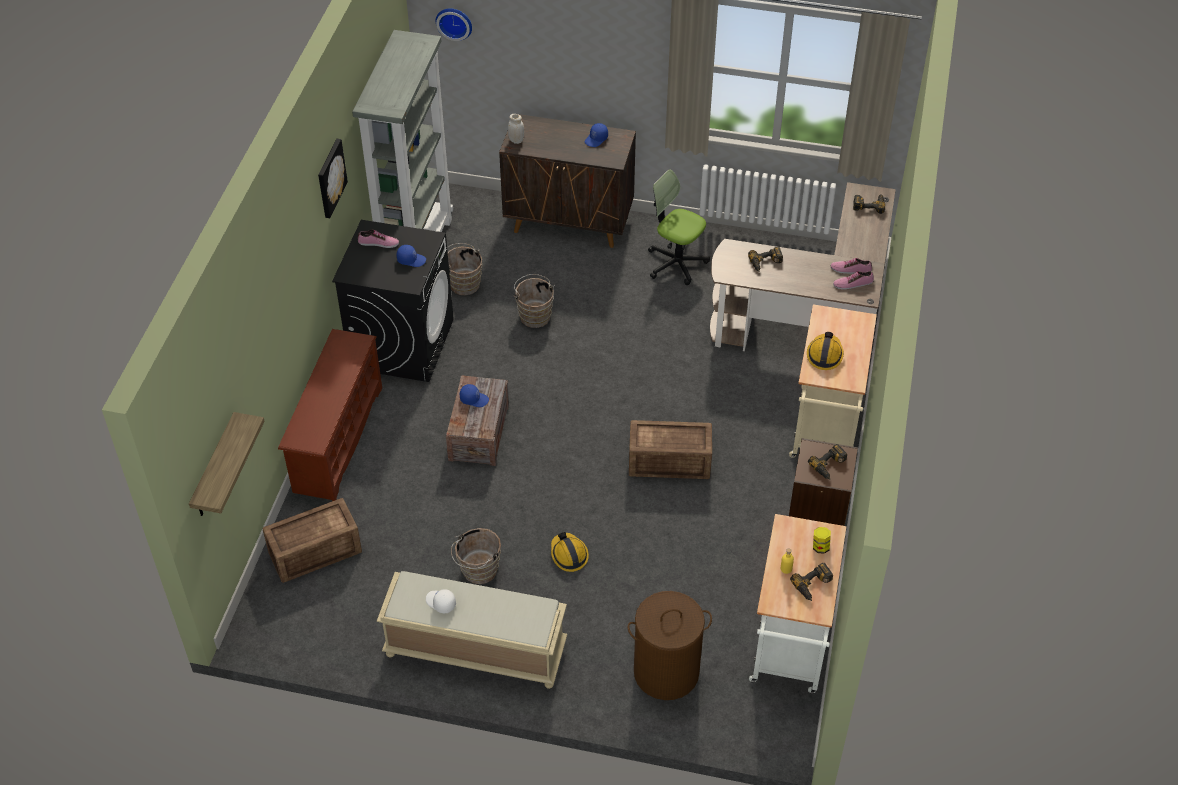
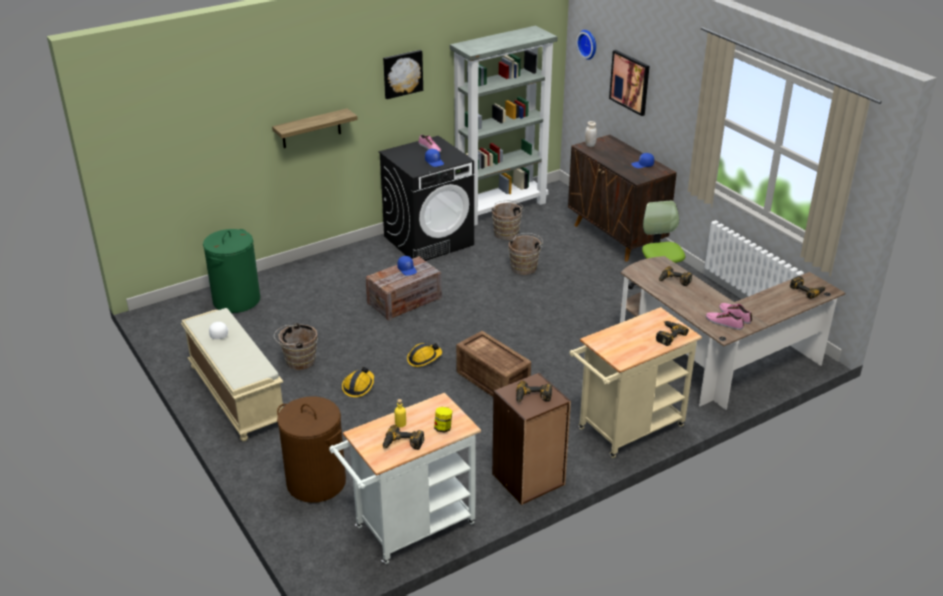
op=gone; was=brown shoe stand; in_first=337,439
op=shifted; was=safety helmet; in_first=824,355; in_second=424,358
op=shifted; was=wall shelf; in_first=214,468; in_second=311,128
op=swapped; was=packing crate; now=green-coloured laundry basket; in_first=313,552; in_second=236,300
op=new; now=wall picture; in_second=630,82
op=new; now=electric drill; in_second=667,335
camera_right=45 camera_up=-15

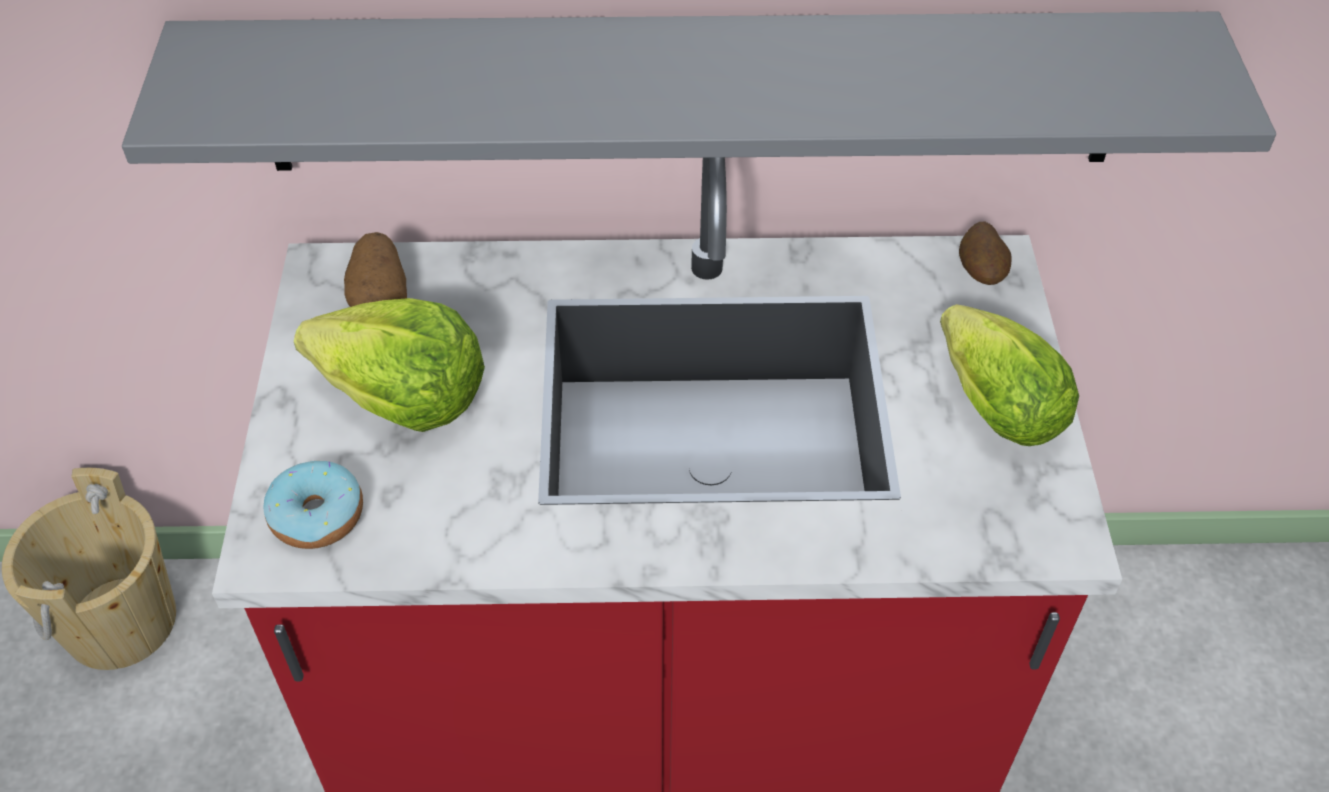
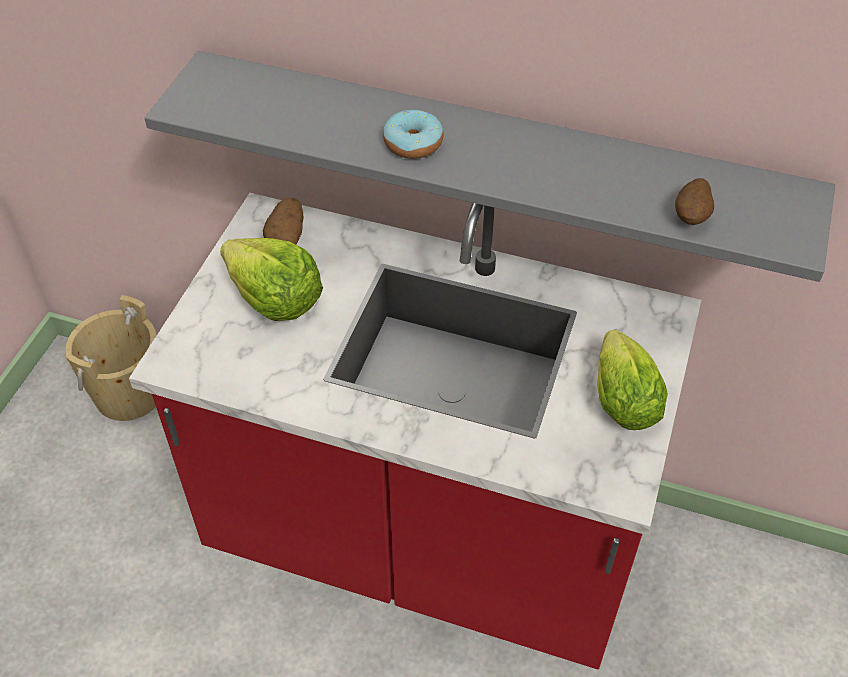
op=shifted; was=spud; in_first=981,273; in_second=691,217
op=shifted; was=doughnut; in_first=317,515; in_second=413,143
camera_right=20 camera_up=0

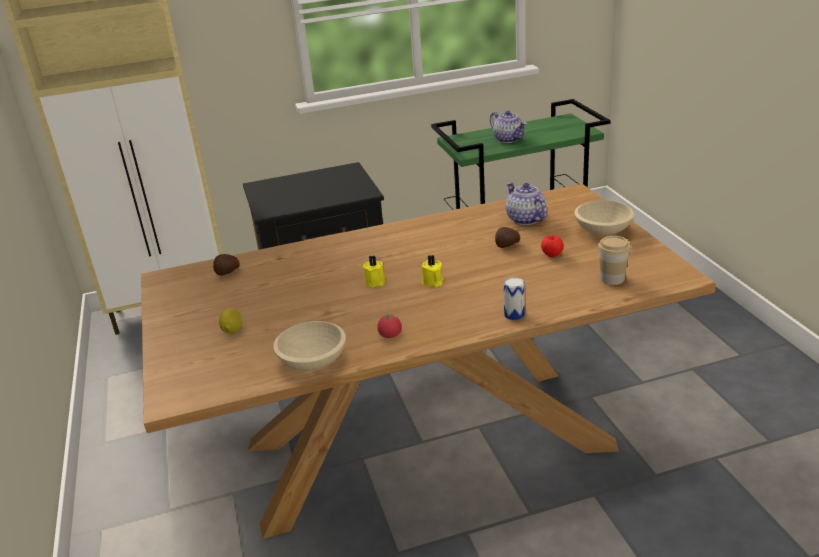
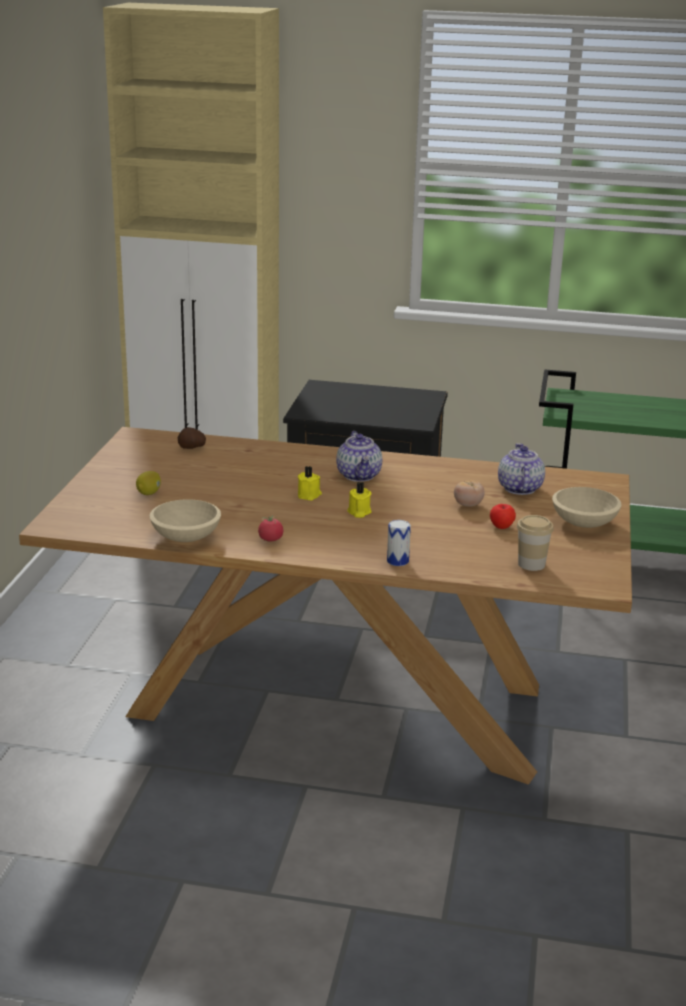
op=shifted; was=tea pot; in_first=508,139; in_second=359,475
op=swapped; was=spud; now=fresh tomato; in_first=506,246; in_second=468,505
camera_right=25 camera_up=-5

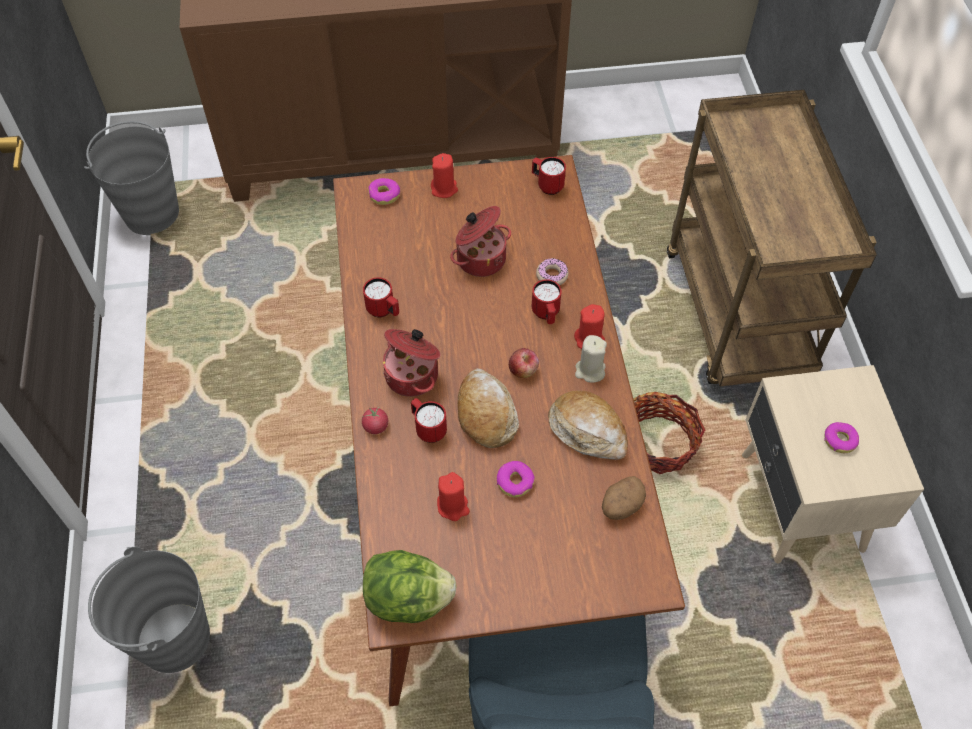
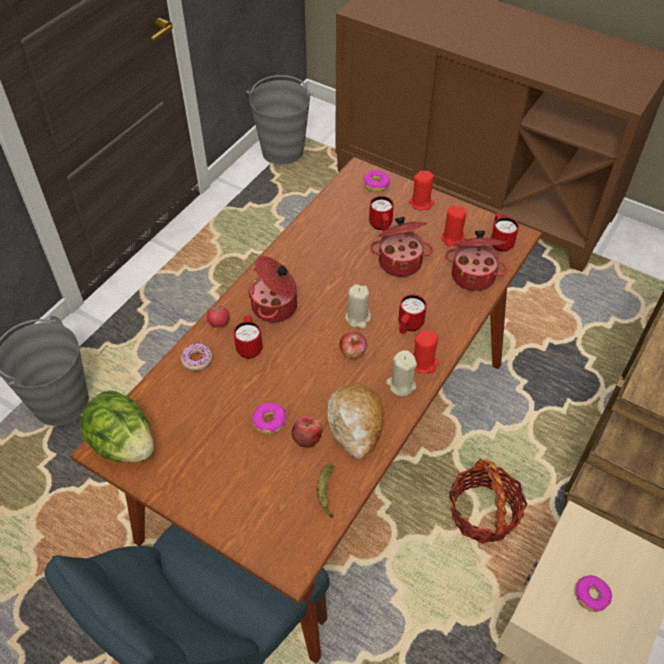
op=shifted; was=doughnut; in_first=552,275; in_second=197,359
op=shifted; was=red coffee mug; in_first=384,311; in_second=381,226
op=gone; was=baked bread; in_first=486,414
op=shifted; was=red wax candle; in_first=453,506; in_second=453,238
op=swapped; was=spud; now=banana; in_first=621,506; in_second=326,493
op=new; now=cooking pot; in_second=473,275
op=new; now=beige wax candle; in_second=358,318
op=new; now=apple; in_second=307,438
camera_right=40 camera_up=-5

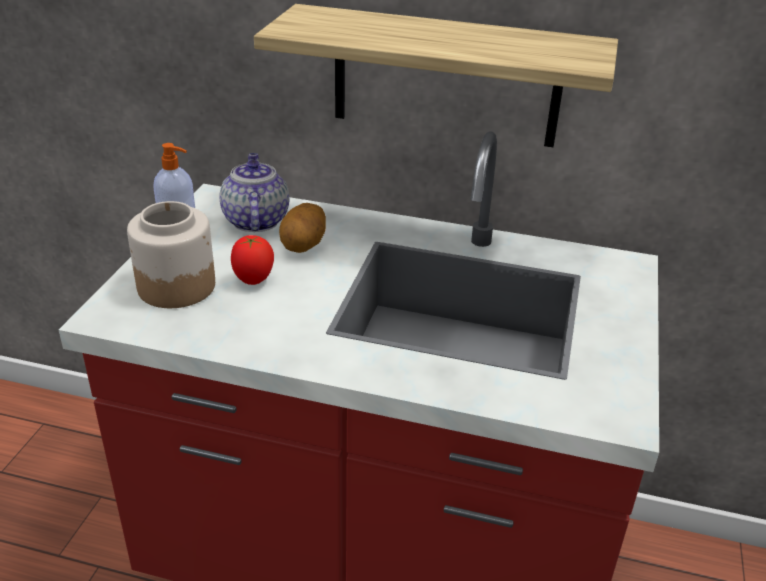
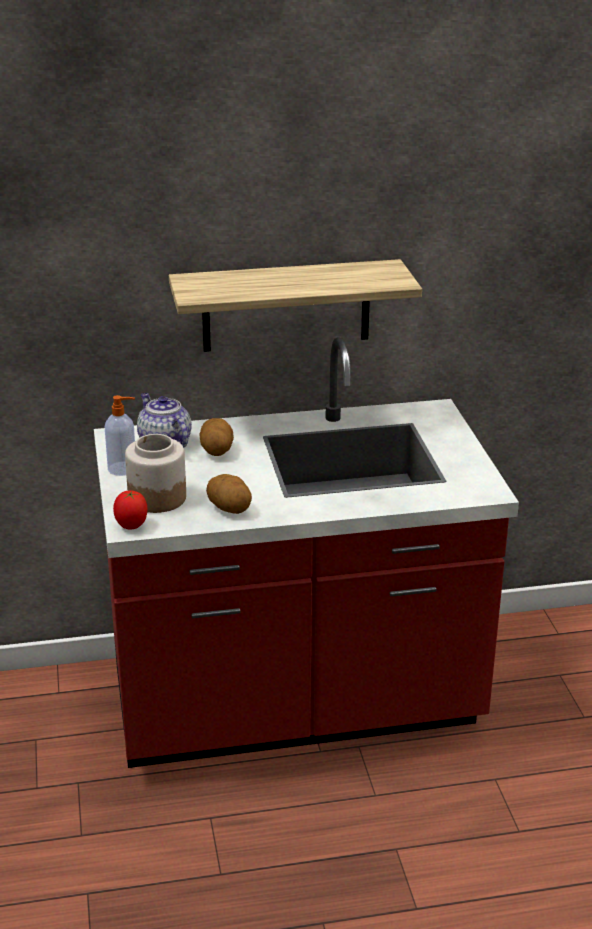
op=shifted; was=fresh tomato; in_first=253,280; in_second=131,526
op=new; now=spud; in_second=230,509
camera_right=-25 camera_up=-5

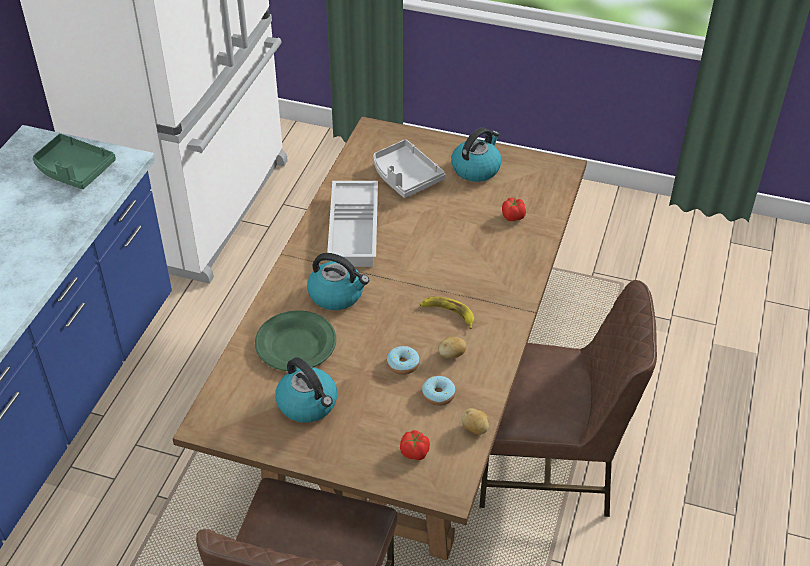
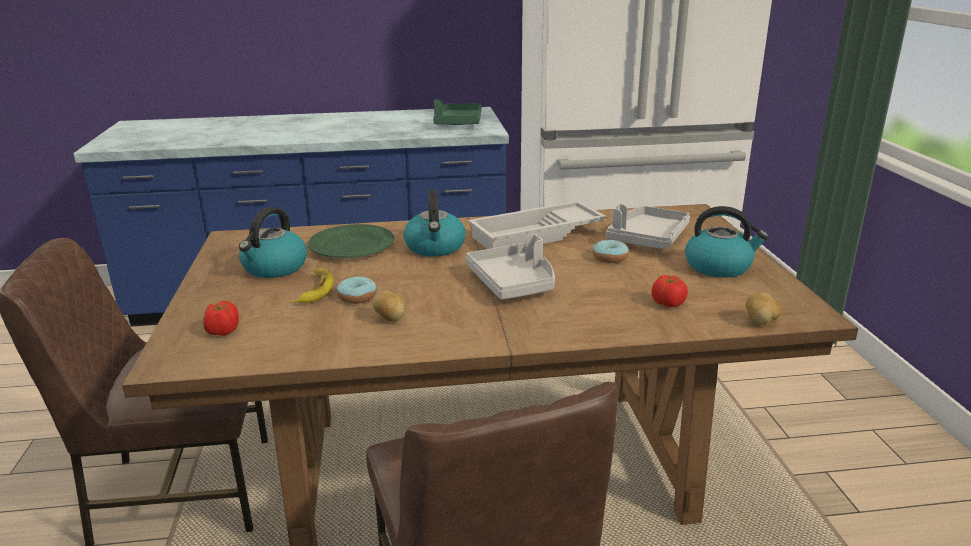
op=shifted; was=banana; in_first=448,313; in_second=315,290
op=shifted; was=doughnut; in_first=438,395; in_second=610,258
op=shifted; was=spud; in_first=475,429; in_second=760,322
op=new; now=gray tray; in_second=514,283
camera_right=65 camera_up=-20

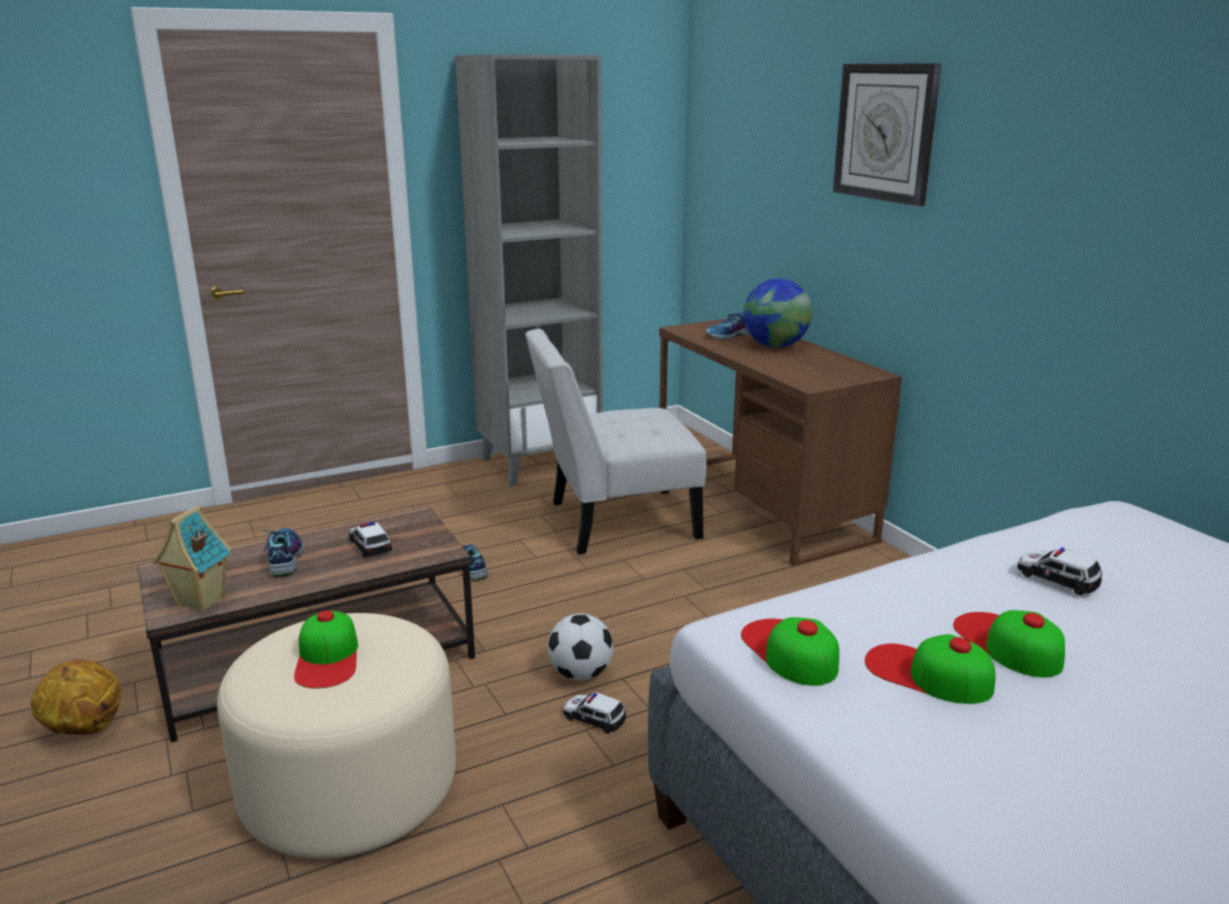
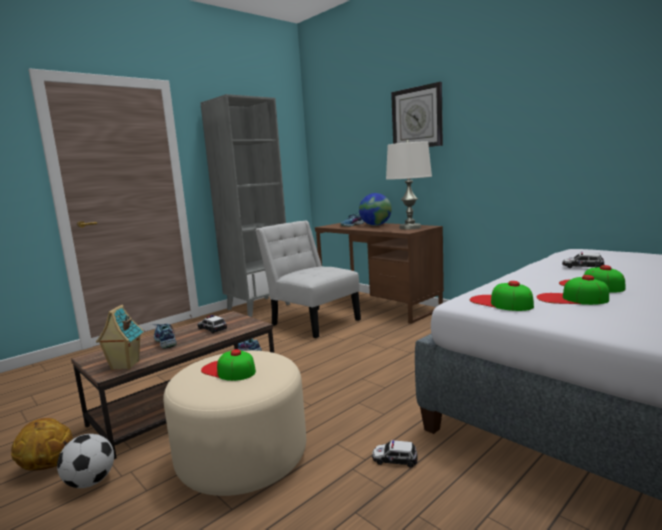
op=rotated; was=whitish plain chair; in_first=614,521; in_second=312,321; clockwise=75
op=rotated; was=cap; in_first=328,657; in_second=228,370; clockwise=150
op=shifted; was=ball for football; in_first=581,674; in_second=90,482
op=shifted; was=model car; in_first=593,718; in_second=394,459
op=new; now=whitish table lamp; in_second=410,227
camera_right=-15 camera_up=-10

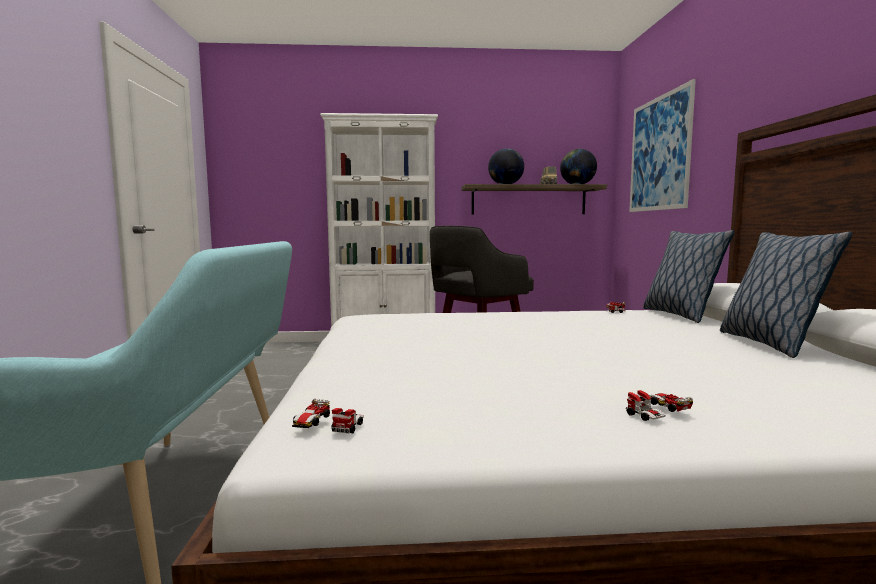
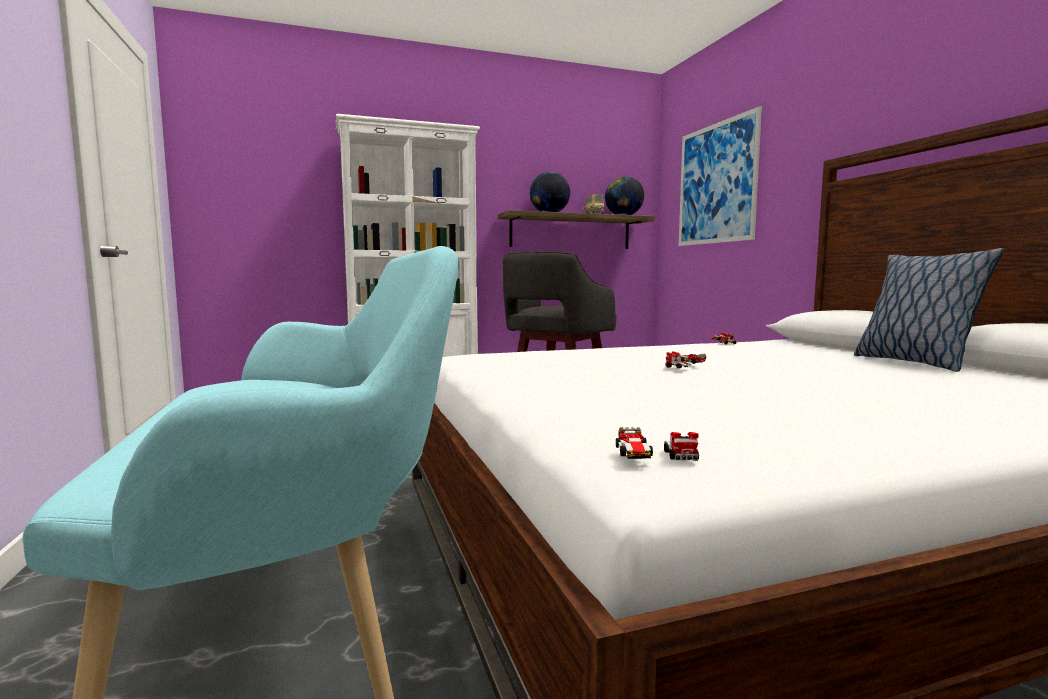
op=gone; was=pillow; in_first=679,315
op=shifted; was=model car; in_first=656,413; in_second=683,366
camera_right=-15 camera_up=0

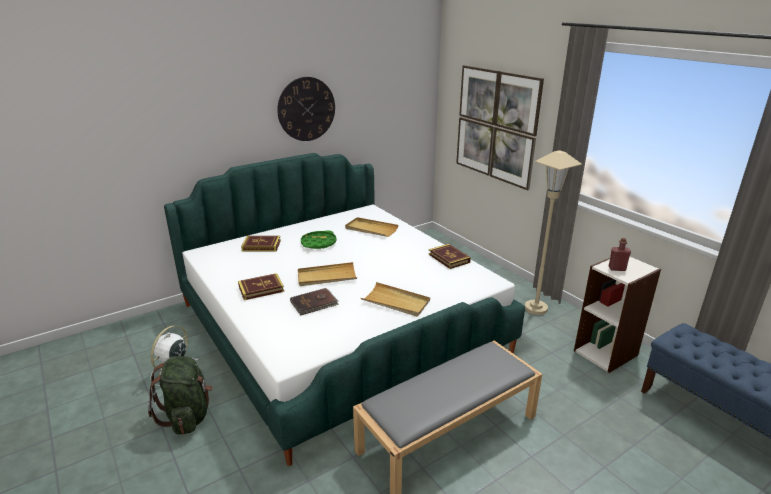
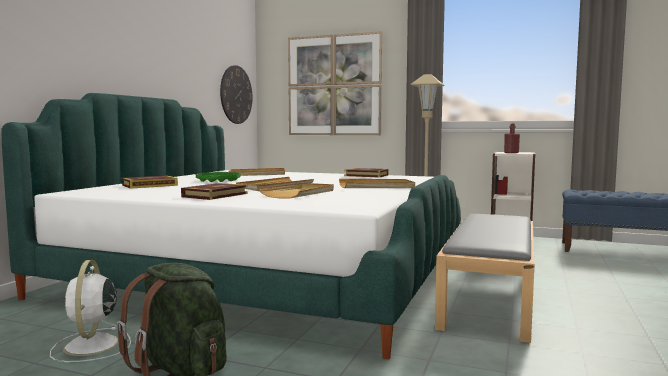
op=shifted; was=clock on the wall; in_first=306,109; in_second=236,94
op=swapped; was=brown book; now=beige tray; in_first=314,303; in_second=299,193
camera_right=-35 camera_up=-20

